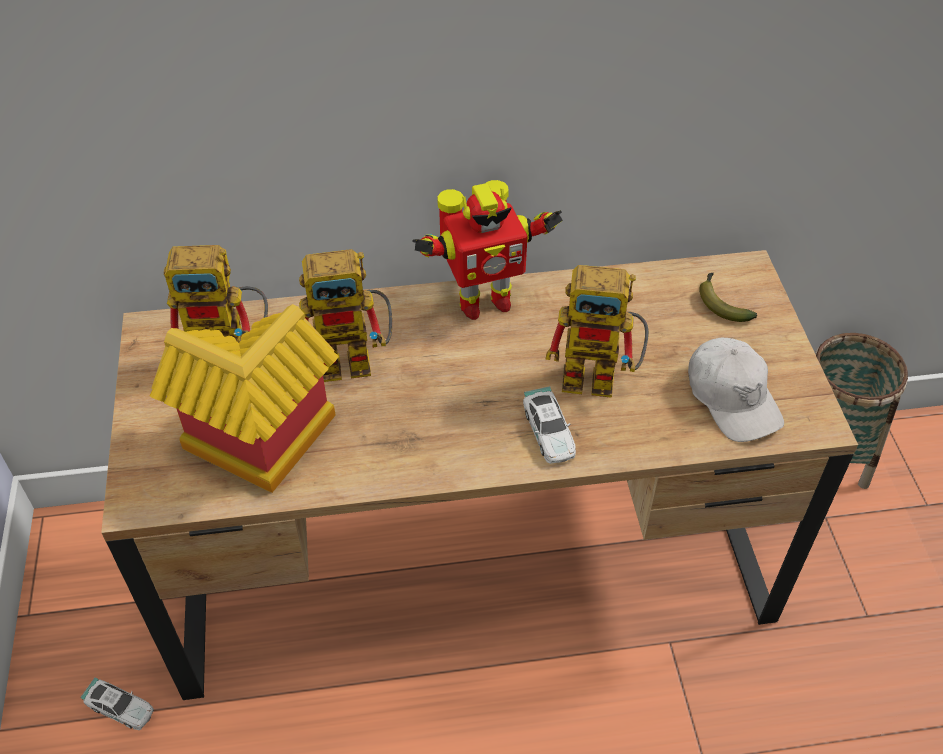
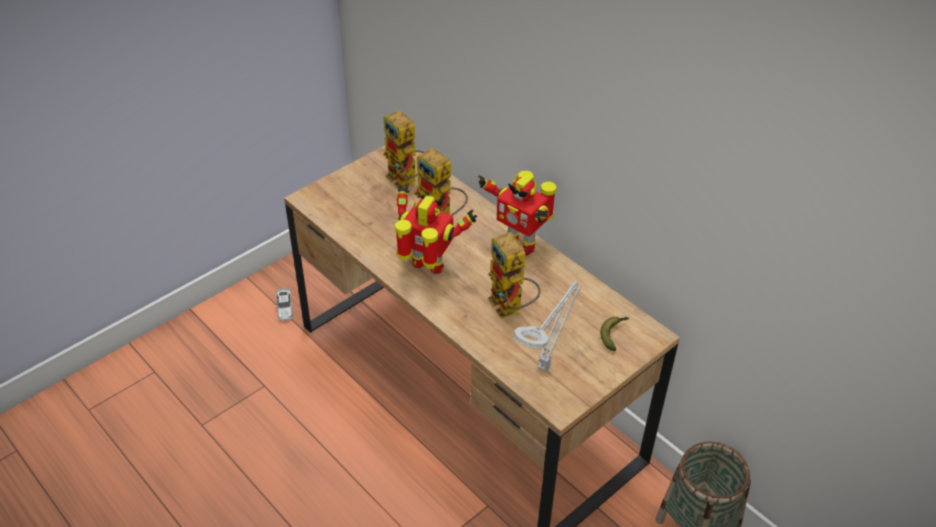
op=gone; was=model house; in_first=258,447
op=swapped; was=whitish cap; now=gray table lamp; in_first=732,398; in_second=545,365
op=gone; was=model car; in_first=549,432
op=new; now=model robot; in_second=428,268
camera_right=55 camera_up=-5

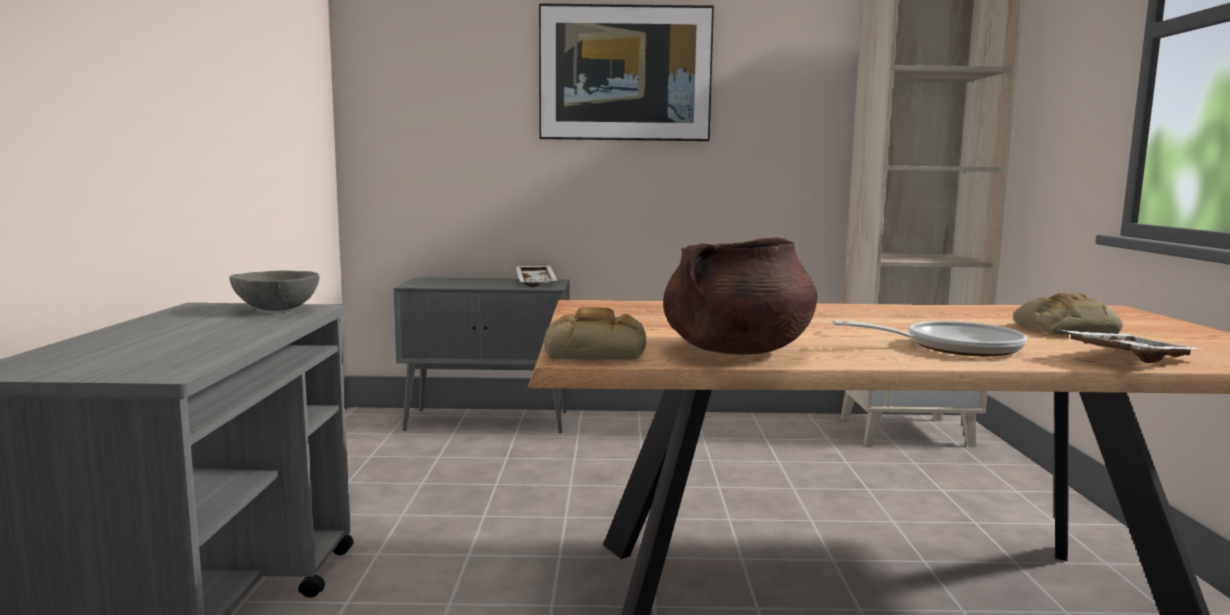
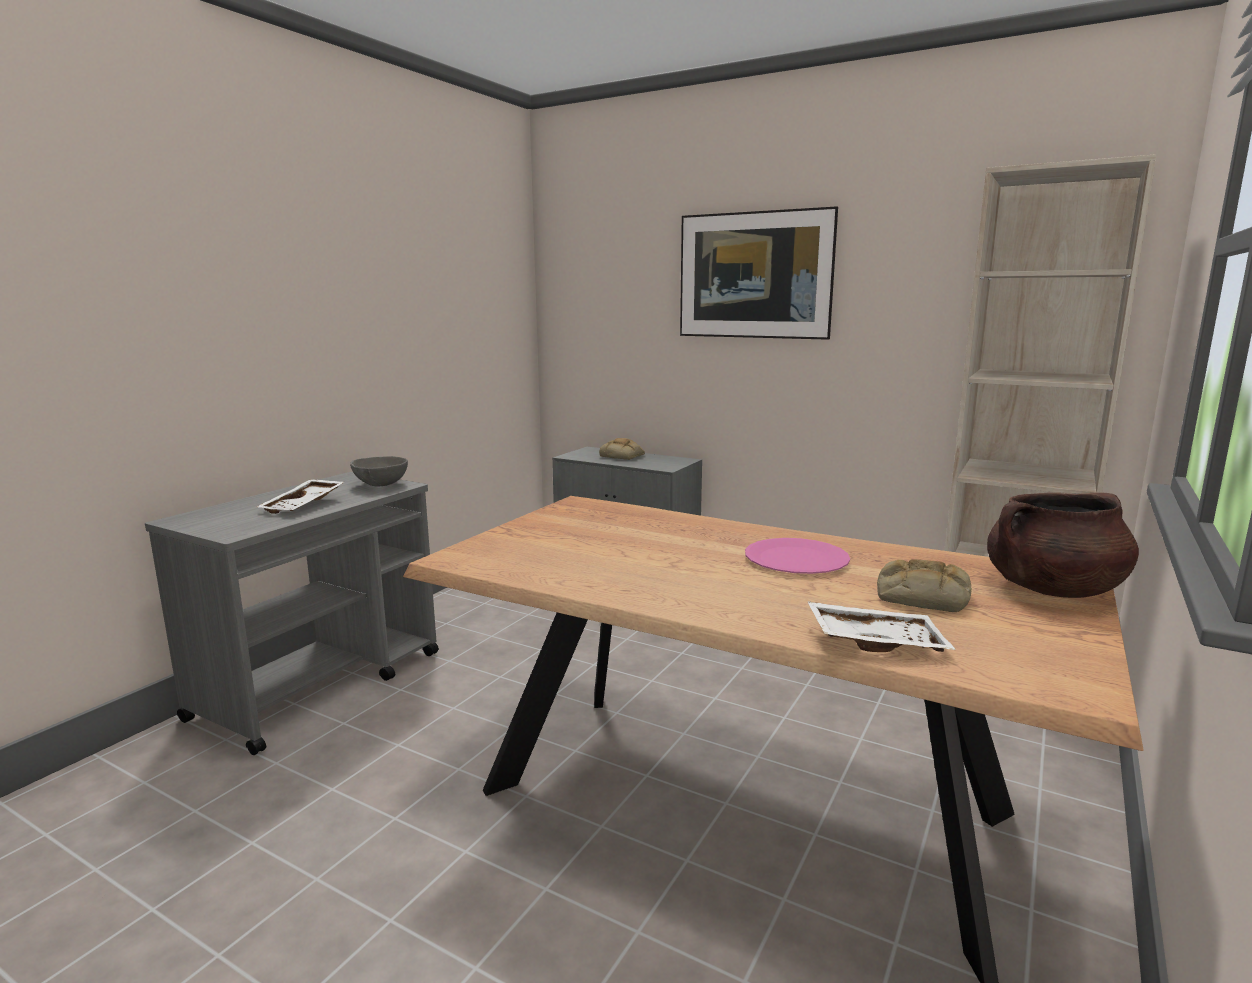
op=shifted; was=brown cooking pot; in_first=736,351; in_second=1052,589
op=shifted; was=whitish tray; in_first=537,282; in_second=304,505
op=shifted; was=baked bread; in_first=596,352; in_second=623,456
op=gone; was=frying pan; in_first=953,347
op=new; now=pink-coloured flat dish; in_second=796,559
camera_right=30 camera_up=5

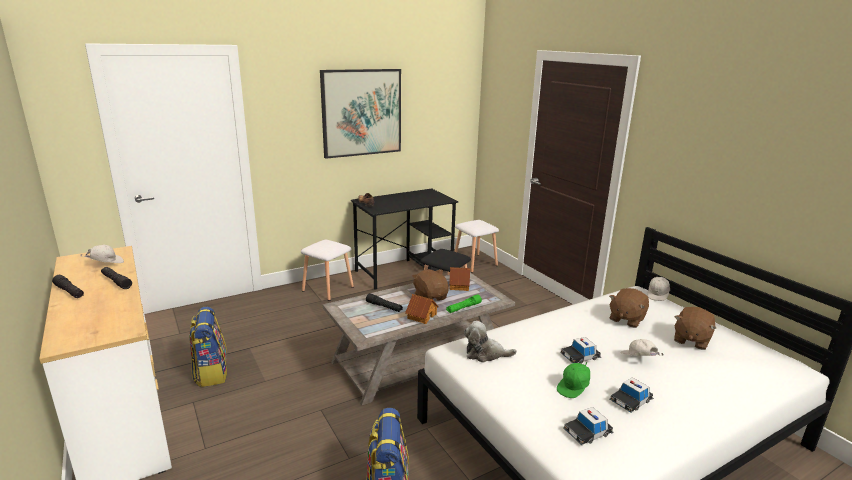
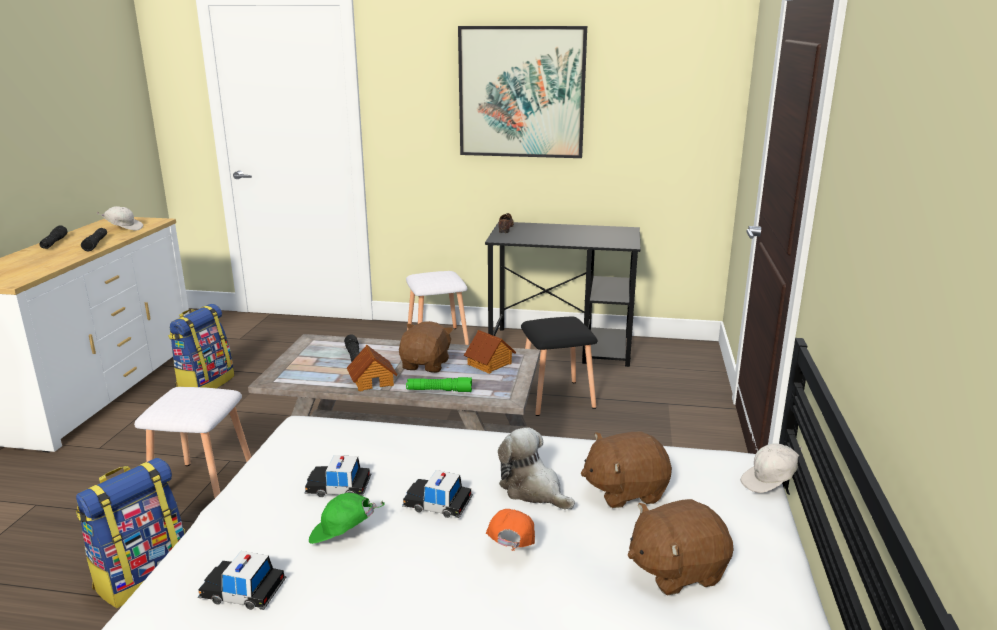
op=shifted; was=whitish sitting stool; in_first=474,263; in_second=201,486
op=shifted; was=cuddly toy; in_first=485,354; in_second=533,490
op=repainted; was=whitish cap; now=orange-coloured cap; in_first=638,359; in_second=510,548
op=shifted; was=model car; in_first=631,400; in_second=338,486
camera_right=40 camera_up=0

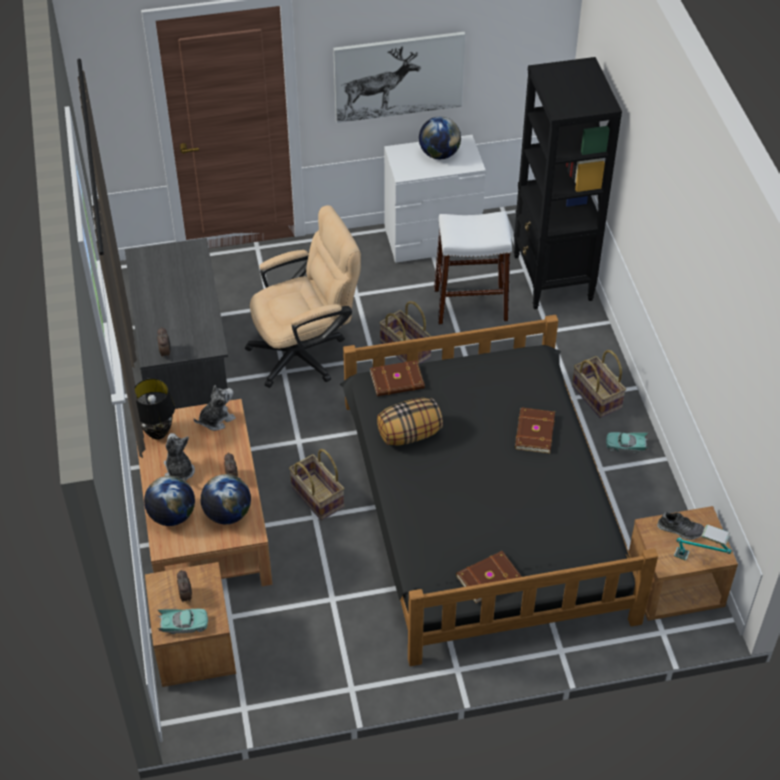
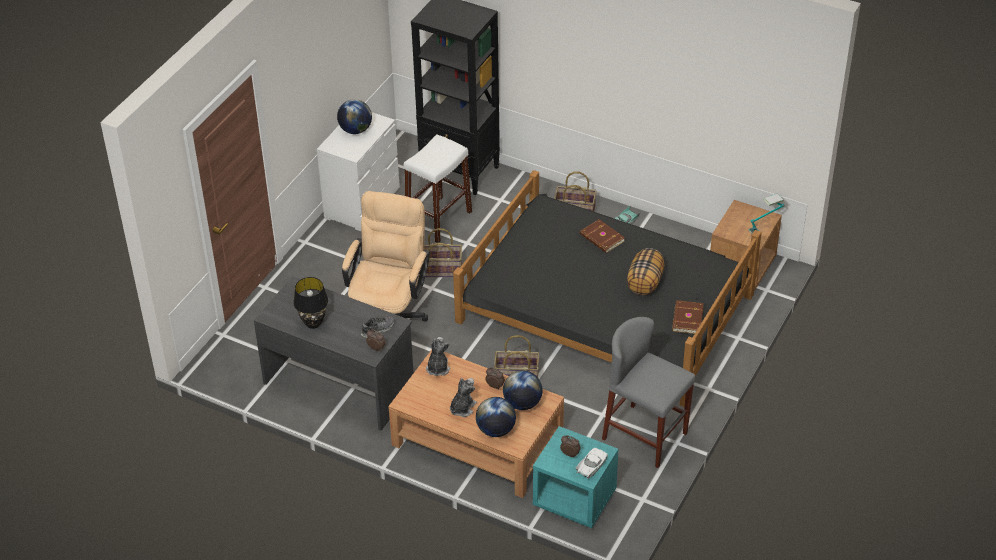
op=gone; was=wall picture; in_first=398,76
op=gone; was=brown book; in_first=397,381
op=shifted; was=black-coloured table lamp; in_first=157,432; in_second=313,323
op=shifted; was=pillow; in_first=409,434; in_second=645,283
op=rotated; was=cuddly toy; in_first=179,471; in_second=462,408; clockwise=105
op=shifted; was=low shoe; in_first=680,530; in_second=378,329
op=repainted; was=brown night table; now=blue-green night table; in_first=194,647; in_second=574,499
op=repainted; was=blue-green model car; now=whitish model car; in_first=183,625; in_second=591,466
op=new; now=gray sitting stool; in_second=645,436
camera_right=-50 camera_up=-5

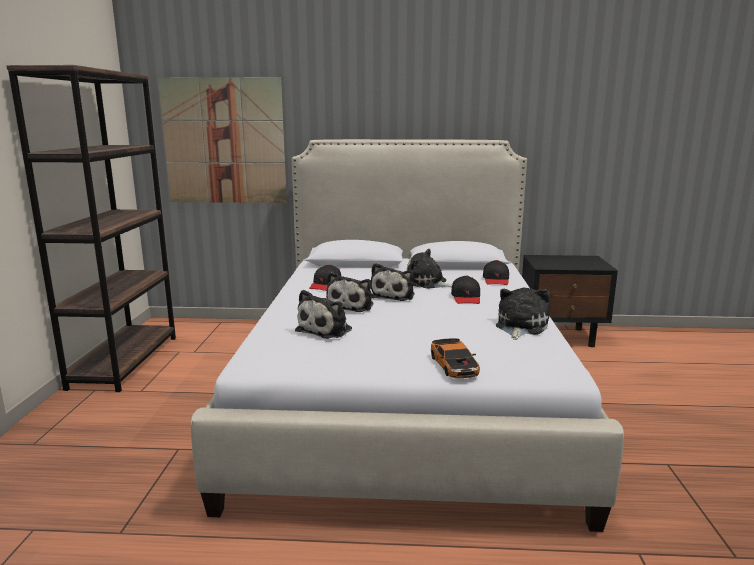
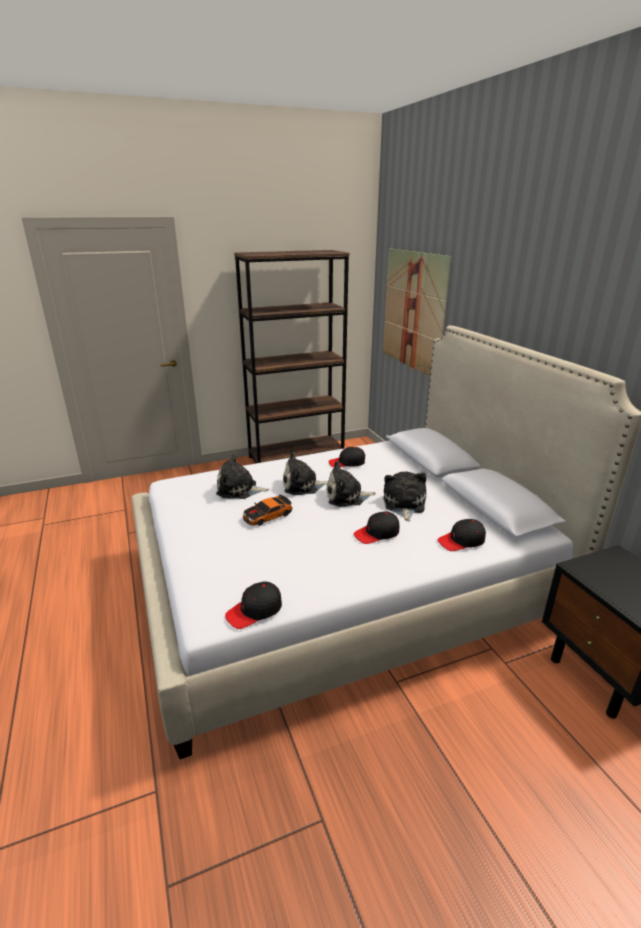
op=gone; was=cuddly toy; in_first=520,327
op=shifted; was=model car; in_first=455,365; in_second=267,515
op=new; now=black-coloured cap; in_second=255,611
camera_right=65 camera_up=10

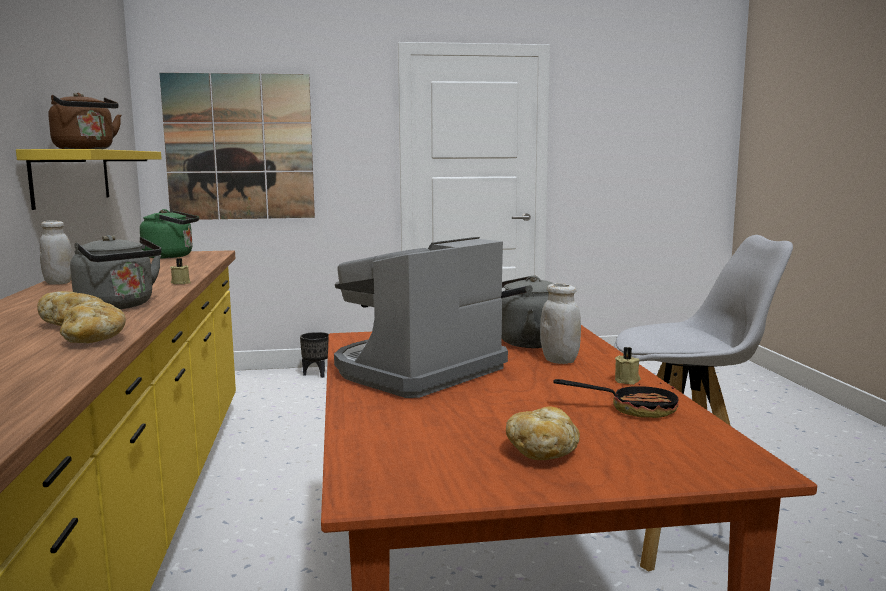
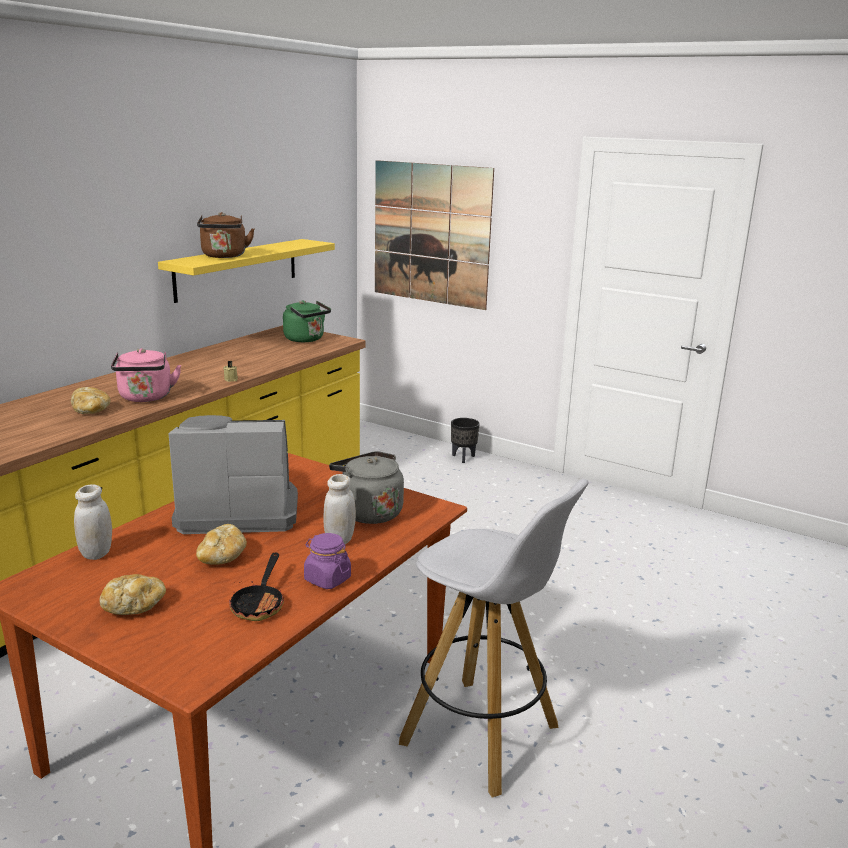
op=shifted; was=whitish preserve jar; in_first=59,283; in_second=96,553
op=repainted; was=gray tea kettle; now=pink-coloured tea kettle; in_first=119,306; in_second=146,398
op=shifted; was=baked bread; in_first=94,340; in_second=222,558
op=swapped; was=beige wax candle; now=purple preserve jar; in_first=627,380; in_second=327,579
op=rotated; was=frying pan; in_first=633,409; in_second=260,603; clockwise=45
camera_right=40 camera_up=10

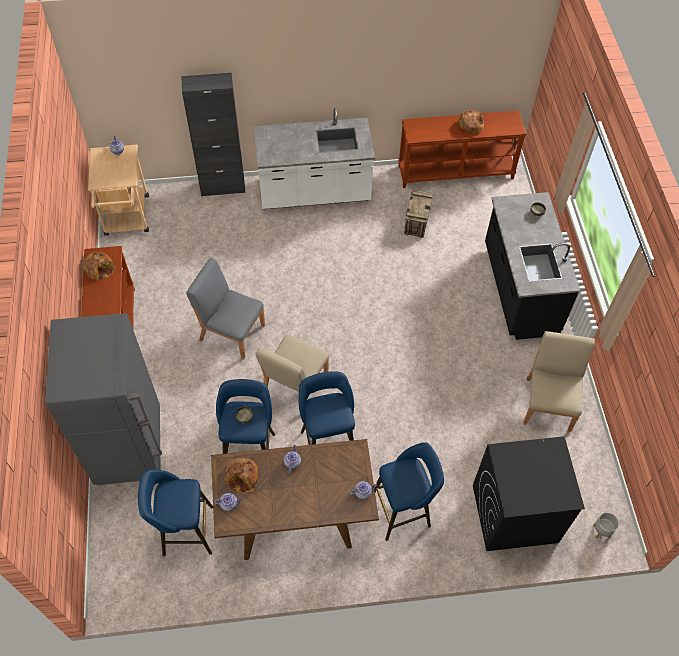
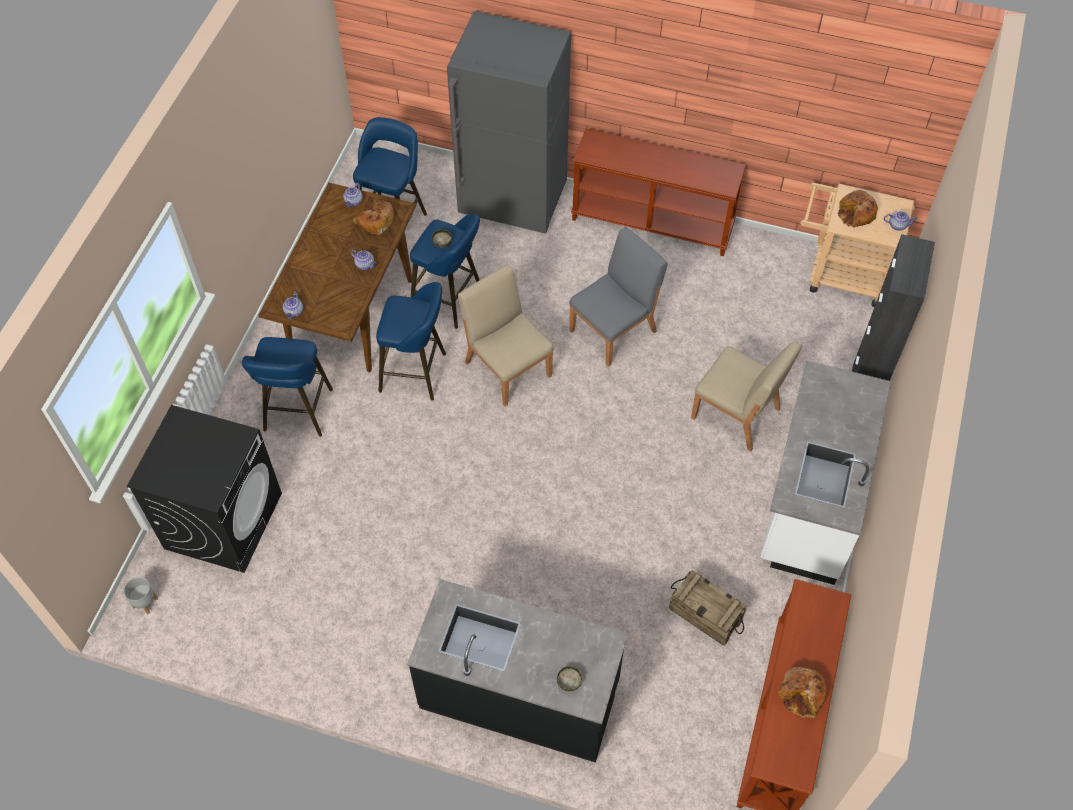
op=shifted; was=baked bread; in_first=99,269; in_second=856,214
op=shifted; was=beige plain chair; in_first=548,403; in_second=736,414
camera_right=115 camera_up=0

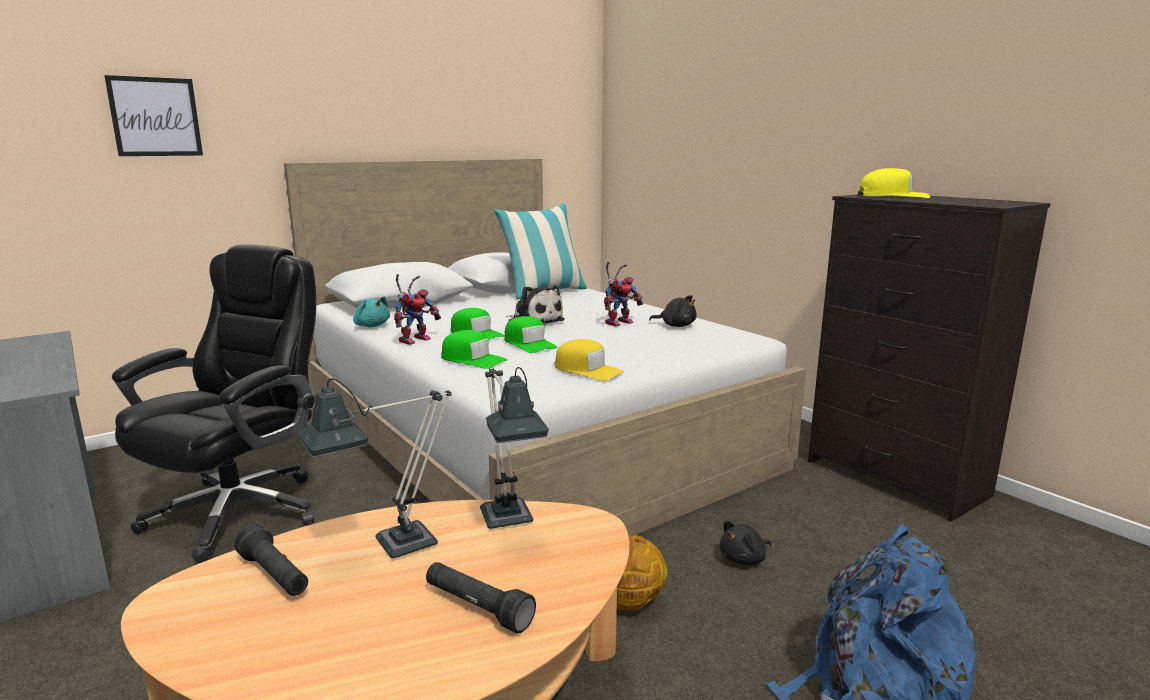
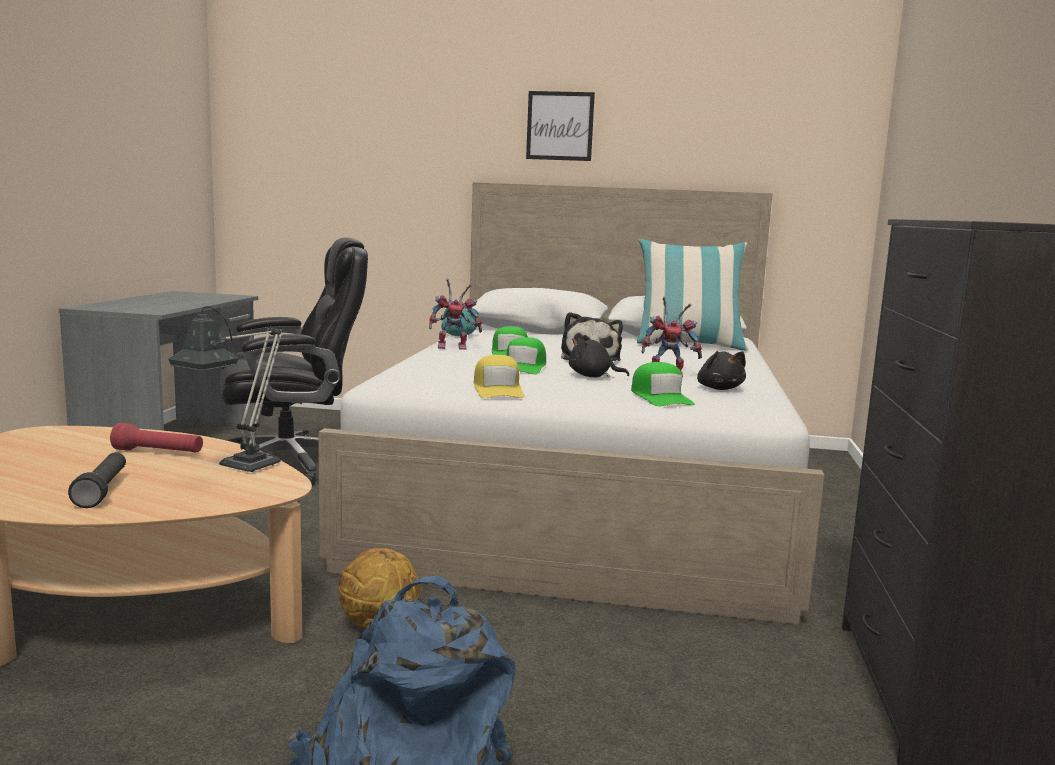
op=shifted; was=wall picture; in_first=155,117; in_second=560,126
op=gone; was=yellow cap; in_first=892,196
op=shifted; was=green-coloured cap; in_first=472,360; in_second=660,397
op=swapped; was=table lamp; now=red torch; in_first=392,547; in_second=158,453
op=shifted; was=black-coloured cuddly toy; in_first=744,559; in_second=593,376
op=gone; was=black-coloured torch; in_first=275,576
camera_right=45 camera_up=-5

